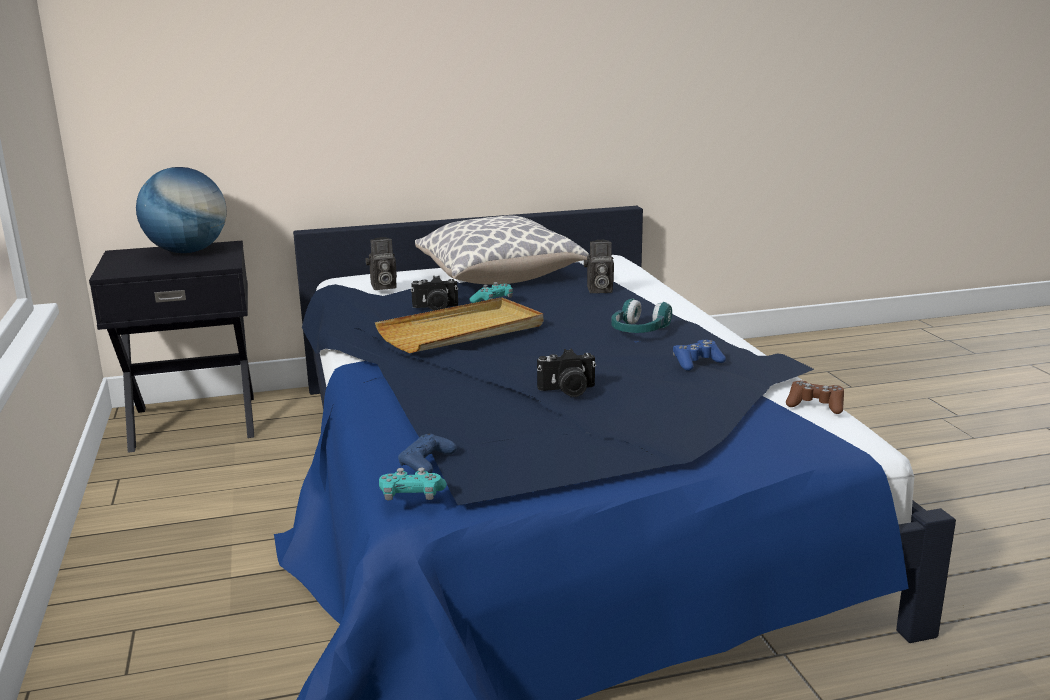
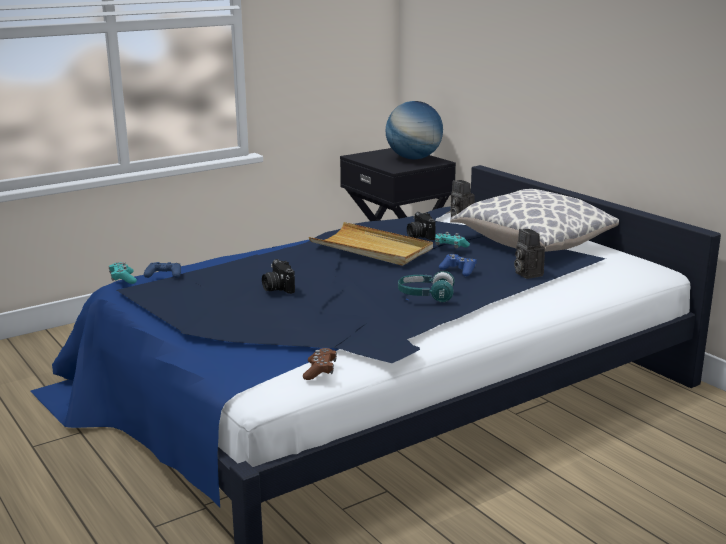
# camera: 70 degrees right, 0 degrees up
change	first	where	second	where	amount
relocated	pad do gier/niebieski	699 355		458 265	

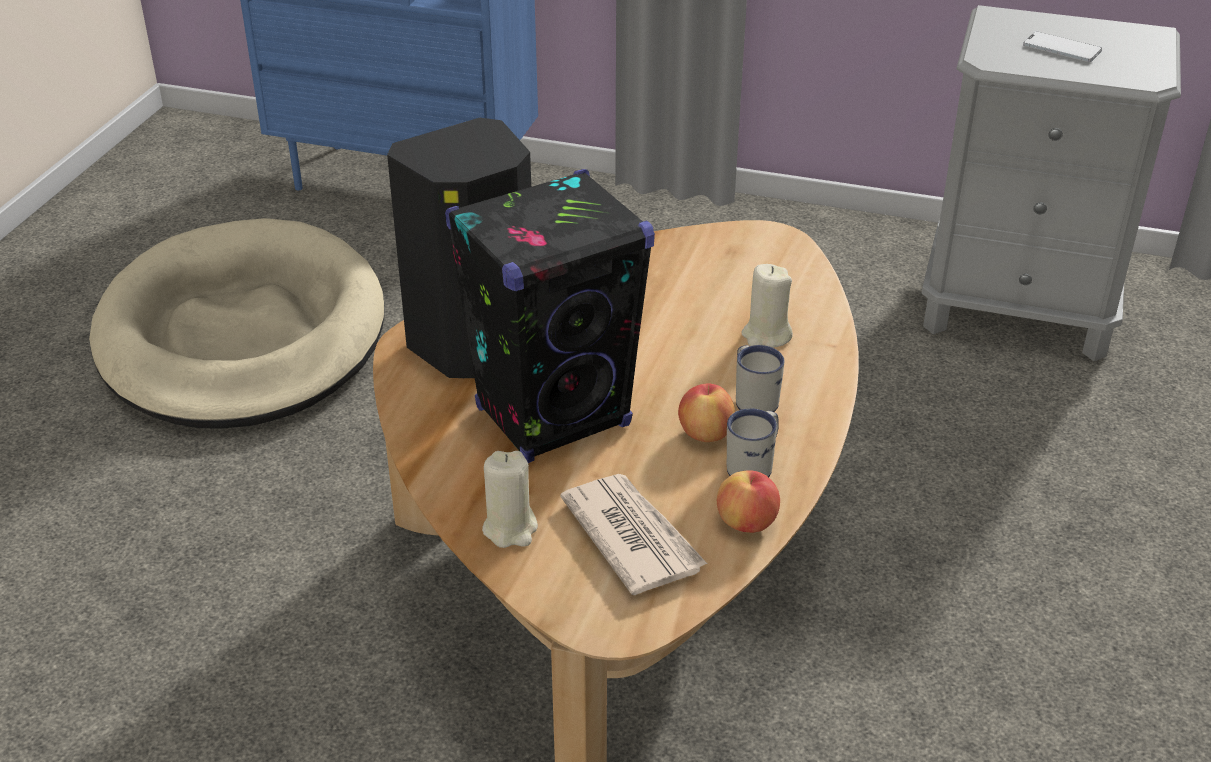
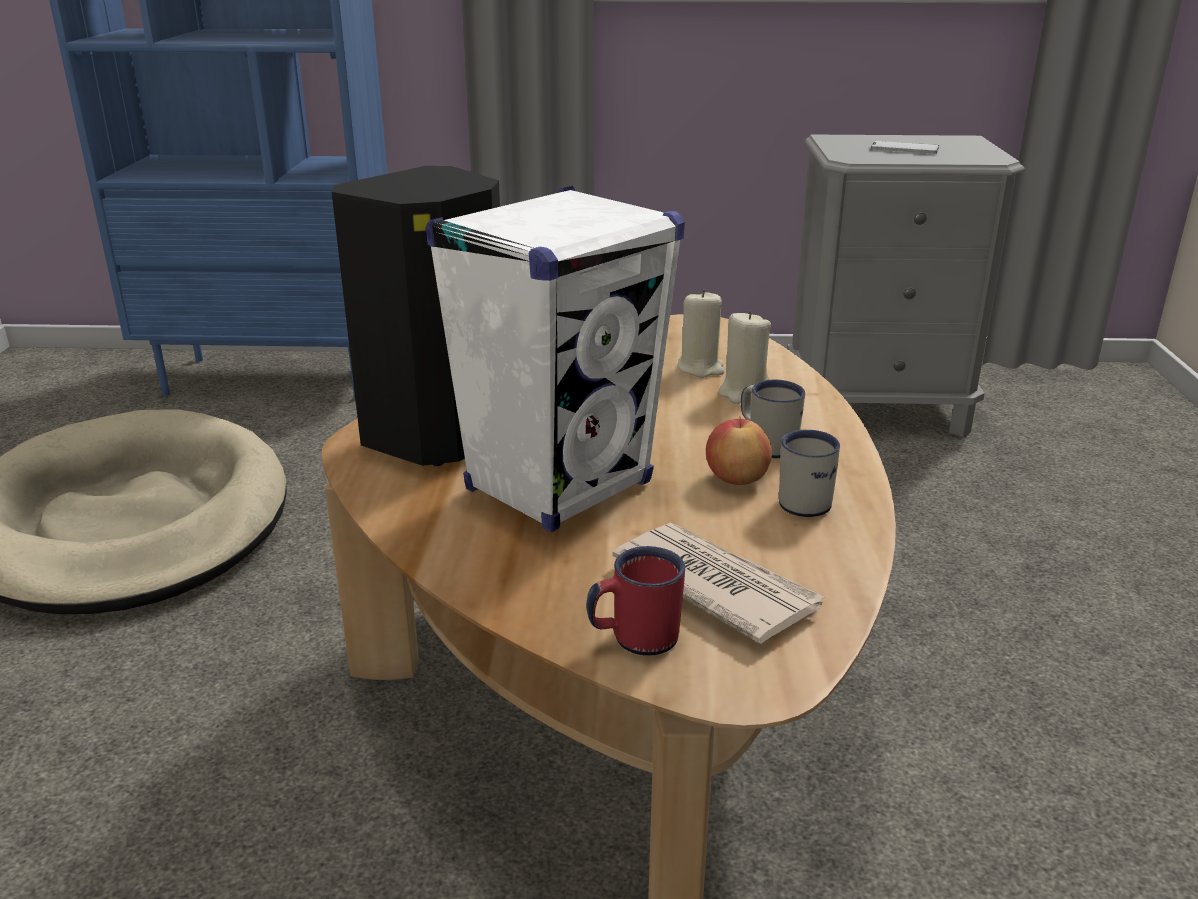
# camera: 15 degrees left, 10 degrees down
change	first	where	second	where	amount
colour	głośnik/czarny	550 316	głośnik/biały	555 359	
relocated	świeca/beżowy	510 499		701 333	
missing	jabłko	748 501			
appeared			kubek/czerwony	635 601	

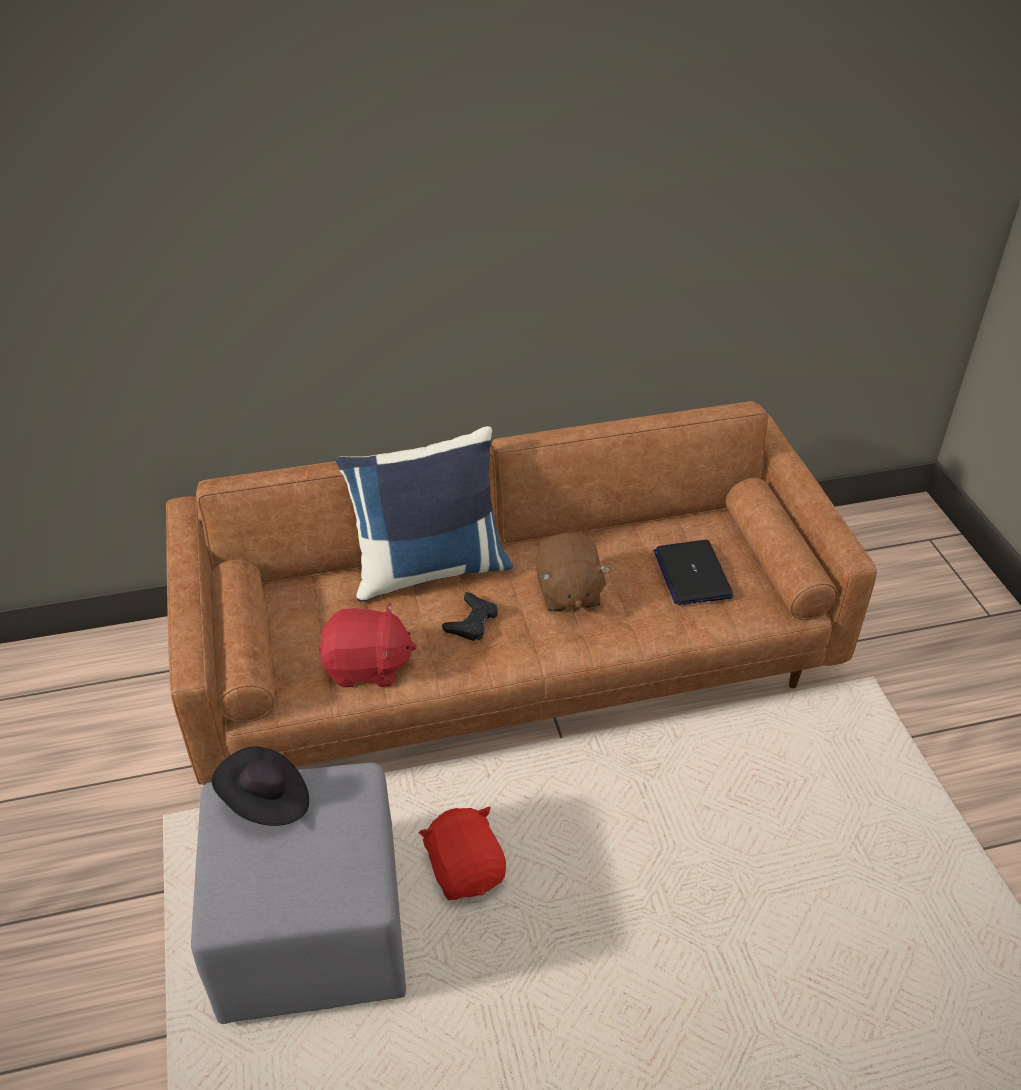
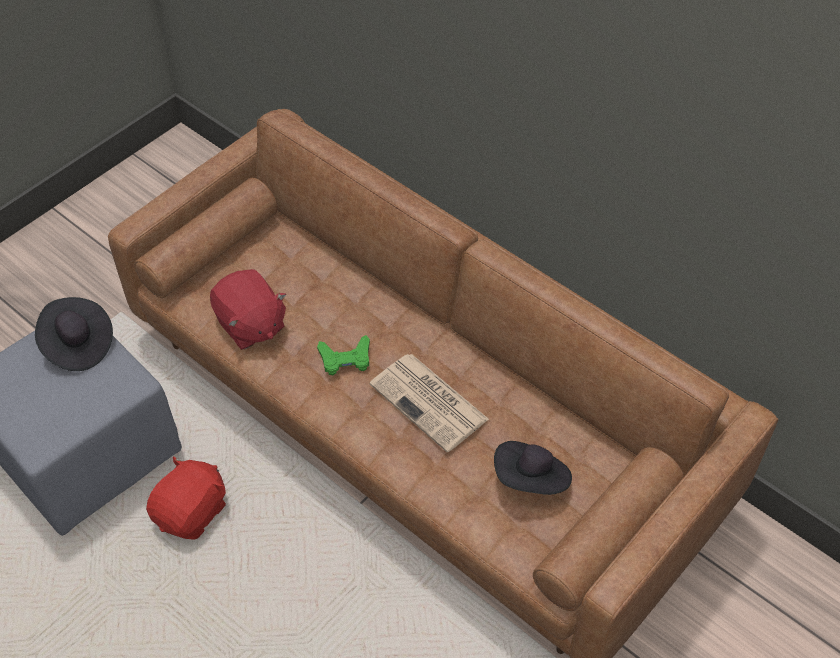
# camera: 55 degrees right, 10 degrees up
change	first	where	second	where	amount
missing	poduszka/niebieski	424 513			
exchanged	pluszak/brązowy	573 572	gazeta	429 403	
exchanged	laptop	693 572	kapelusz/czarny	533 468	
colour	pad do gier/czarny	470 616	pad do gier/zielony	343 355	

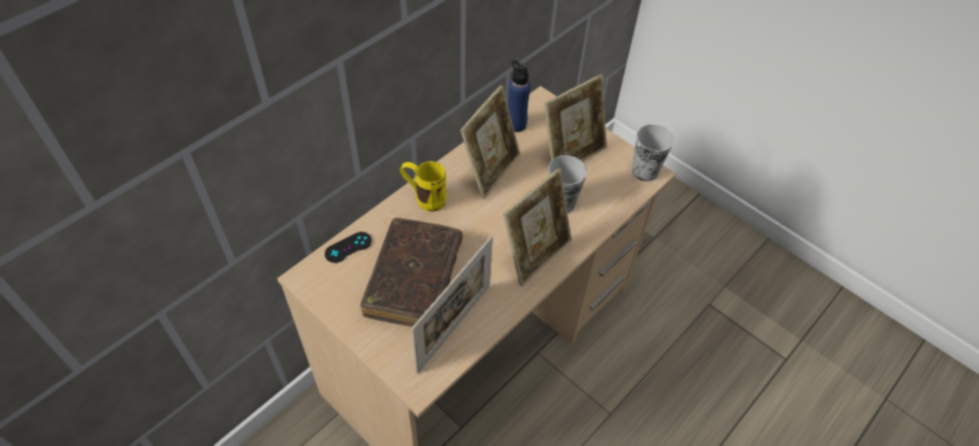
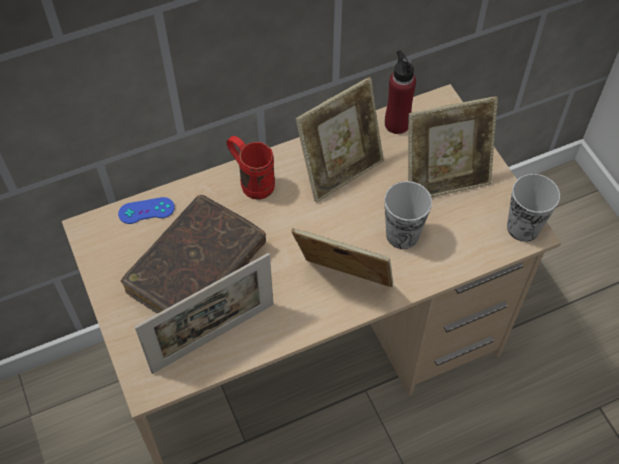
# camera: 25 degrees right, 5 degrees up
change	first	where	second	where	amount
colour	butelka/niebieski	519 96	butelka/czerwony	400 92	
colour	kubek/żółty	423 186	kubek/czerwony	250 168	
spun	ramka na zdjęcie	537 227		342 257	135 degrees counterclockwise
colour	pad do gier/czarny	348 247	pad do gier/niebieski	146 210	

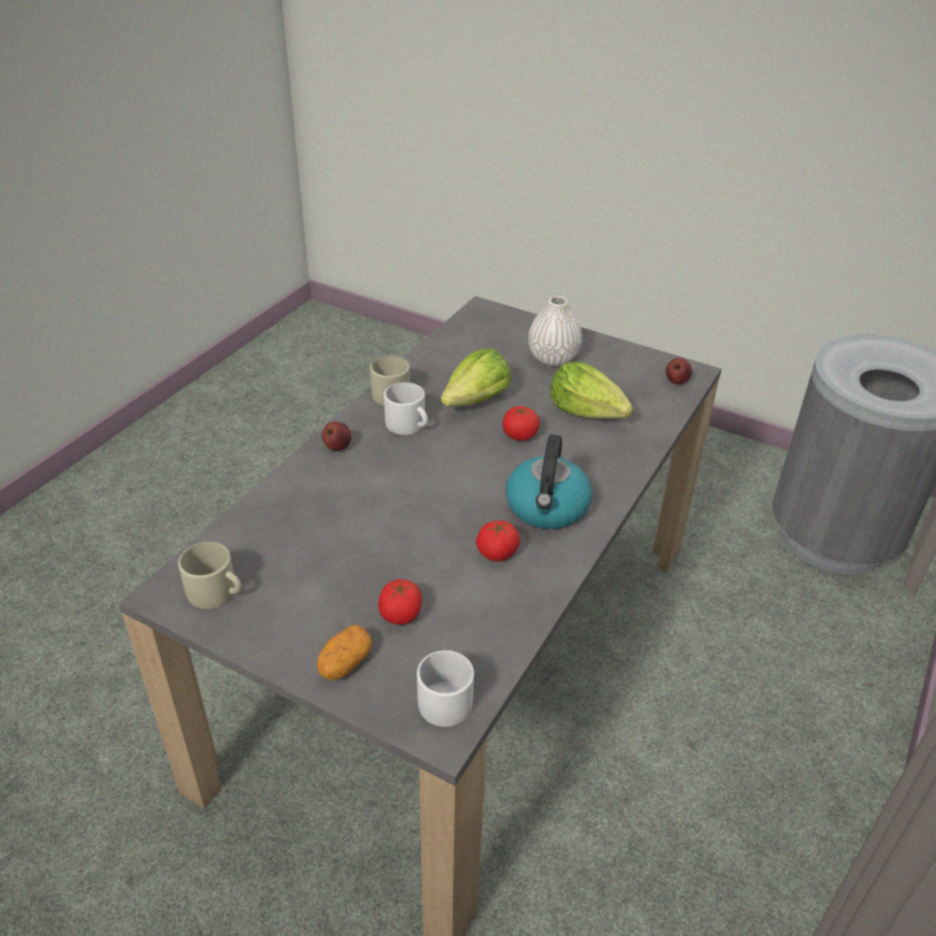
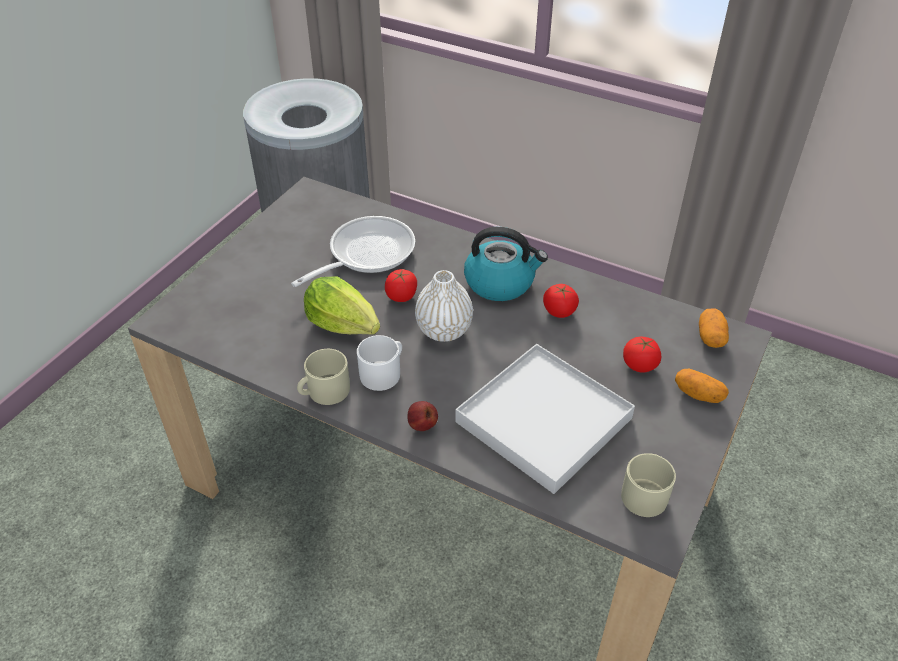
# camera: 90 degrees left, 5 degrees up
change	first	where	second	where	amount
relocated	wazon/biały	555 331		444 306	
missing	jabłko	679 371			
exchanged	sałata	591 390	patelnia	353 251	
exchanged	kubek/biały	445 688	ziemniak	714 328	
appeared			taca/biały	545 419	

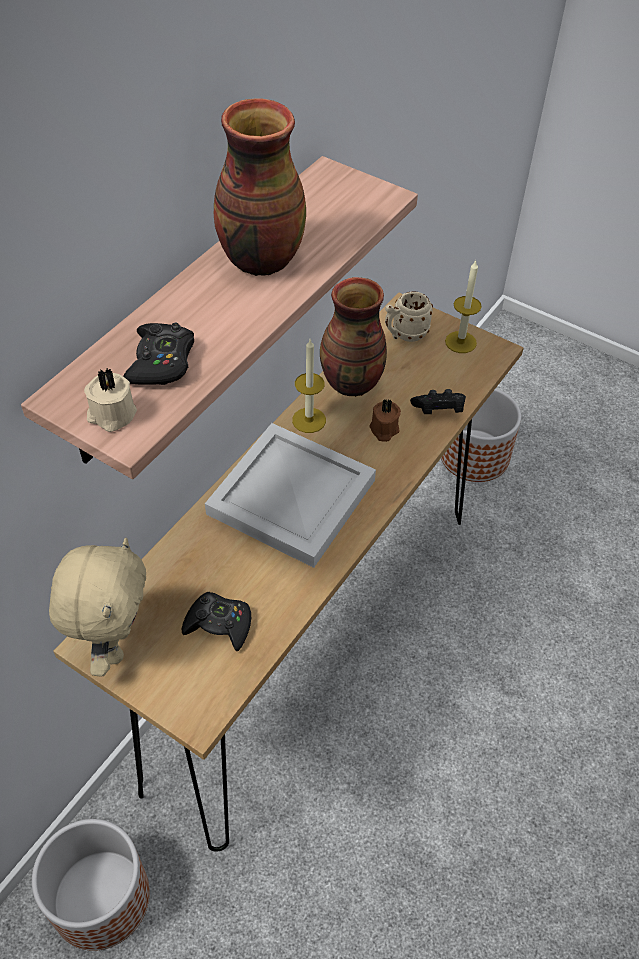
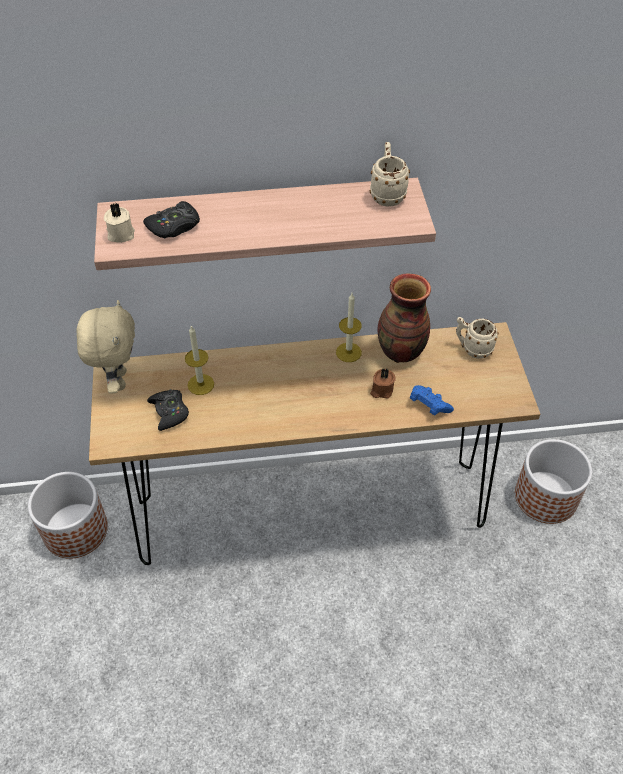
# camera: 50 degrees right, 0 degrees up
change	first	where	second	where	amount
missing	wazon	260 187			
relocated	świeca	463 306		199 360	
colour	pad do gier/czarny	438 401	pad do gier/niebieski	432 400	
missing	taca/biały	290 495			
spun	pluszak/beżowy	97 607		105 347	60 degrees counterclockwise
appeared			kubek/beżowy	390 174	

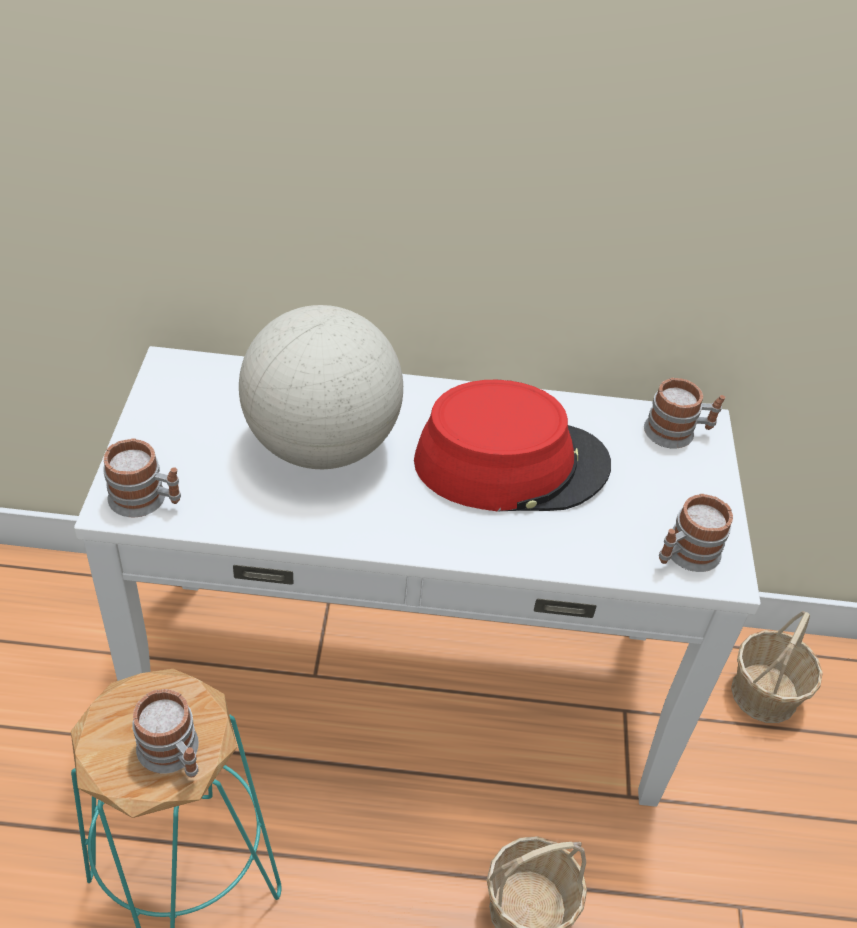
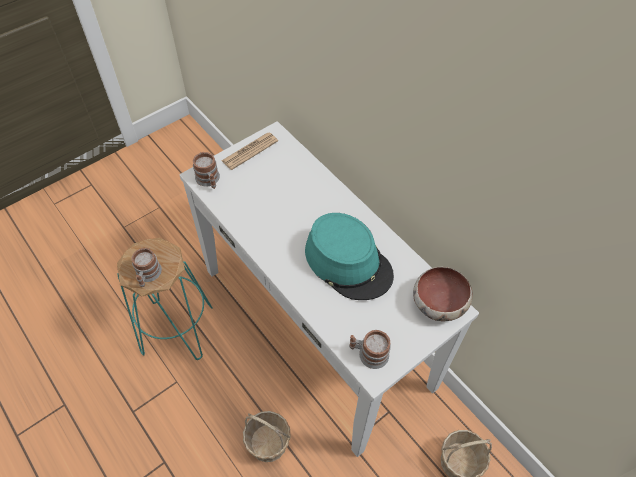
# camera: 50 degrees right, 10 degrees up
change	first	where	second	where	amount
missing	globus	321 387			
exchanged	kubek	684 413	miska	443 294	
colour	kapelusz/czerwony	512 445	kapelusz/turkusowy	349 256	
appeared			gazeta	250 151	

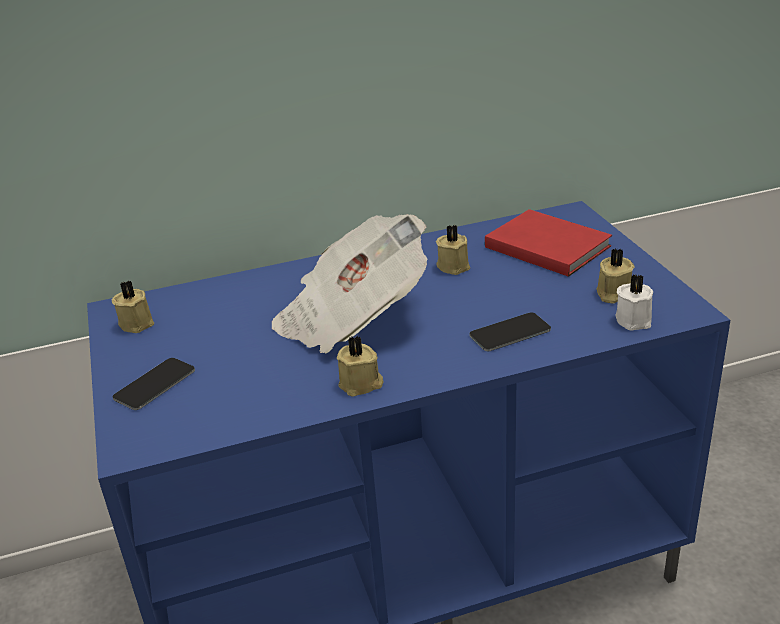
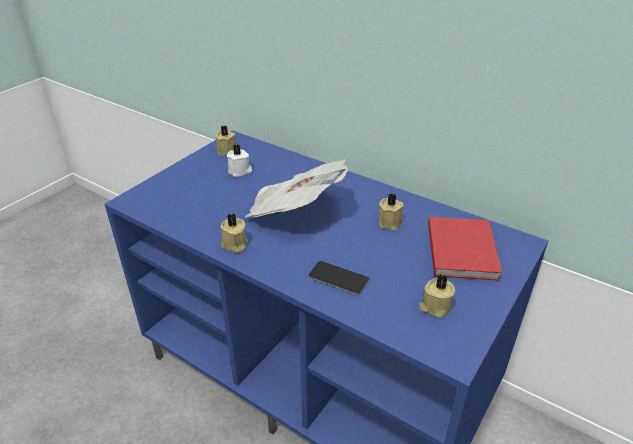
# camera: 50 degrees right, 5 degrees up
change	first	where	second	where	amount
relocated	świeca/biały	634 302		239 160	
missing	telefon	154 384			

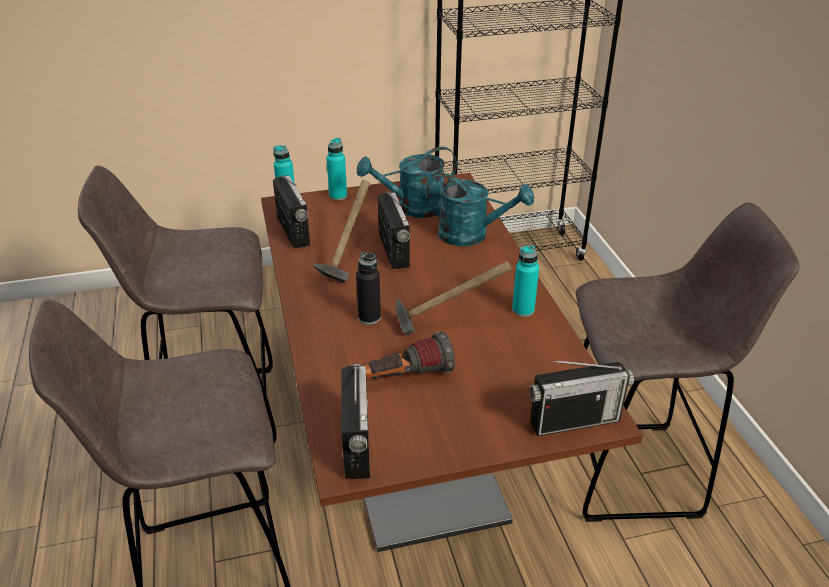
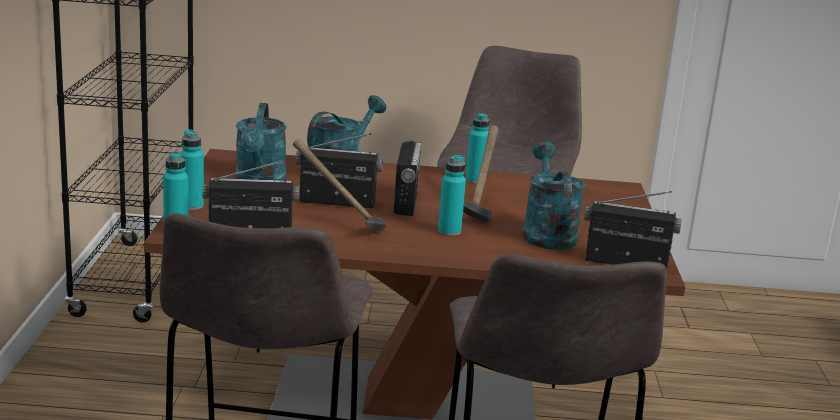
# camera: 75 degrees left, 15 degrees down
change	first	where	second	where	amount
colour	butelka/czarny	368 288	butelka/turkusowy	452 195	
exchanged	latarka	410 355	konewka/turkusowy	553 196	
relocated	radio	581 398		407 178	

